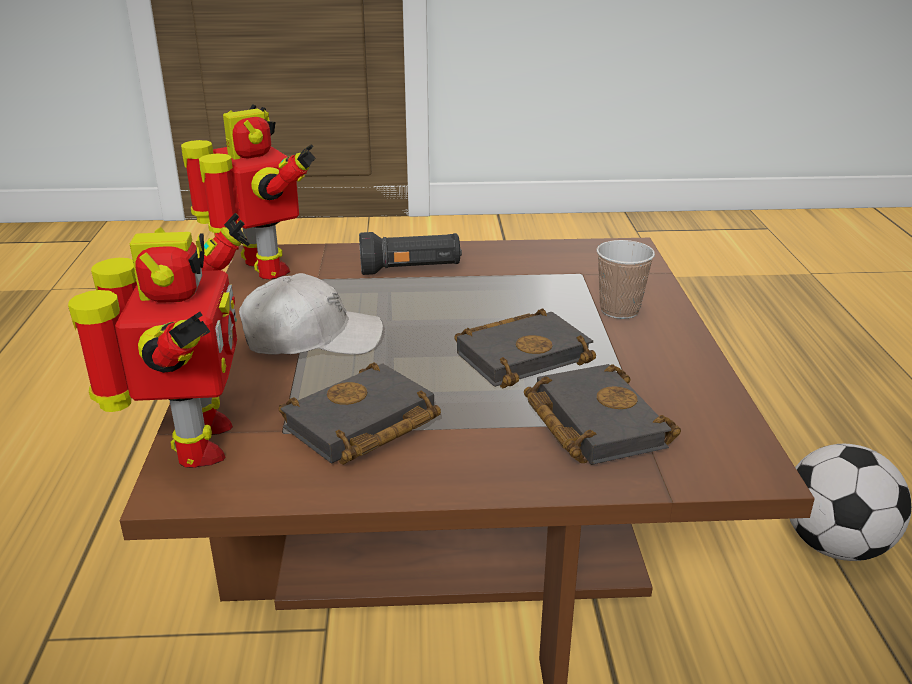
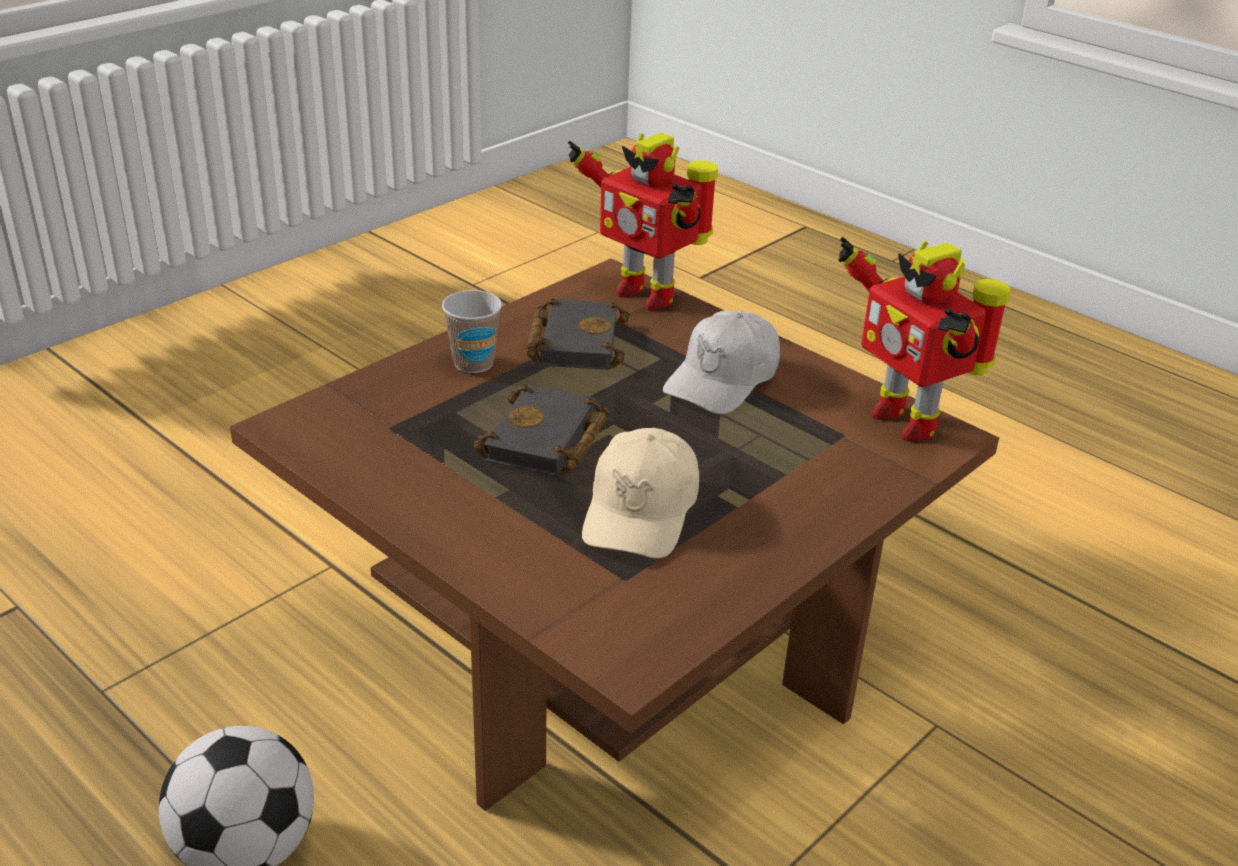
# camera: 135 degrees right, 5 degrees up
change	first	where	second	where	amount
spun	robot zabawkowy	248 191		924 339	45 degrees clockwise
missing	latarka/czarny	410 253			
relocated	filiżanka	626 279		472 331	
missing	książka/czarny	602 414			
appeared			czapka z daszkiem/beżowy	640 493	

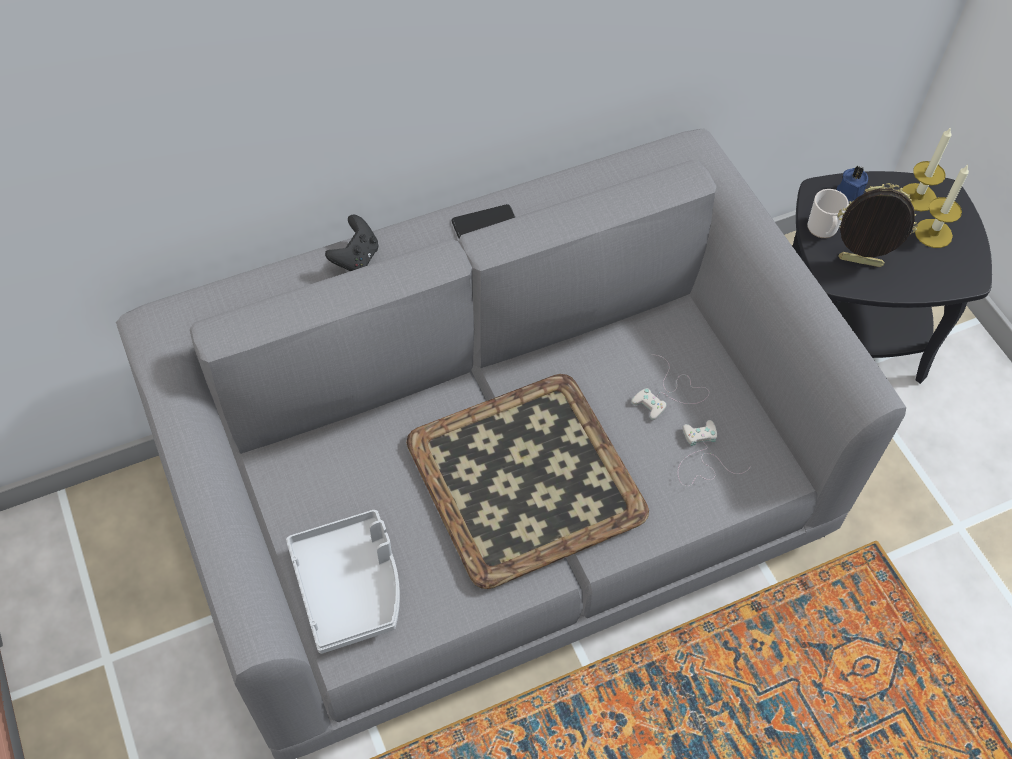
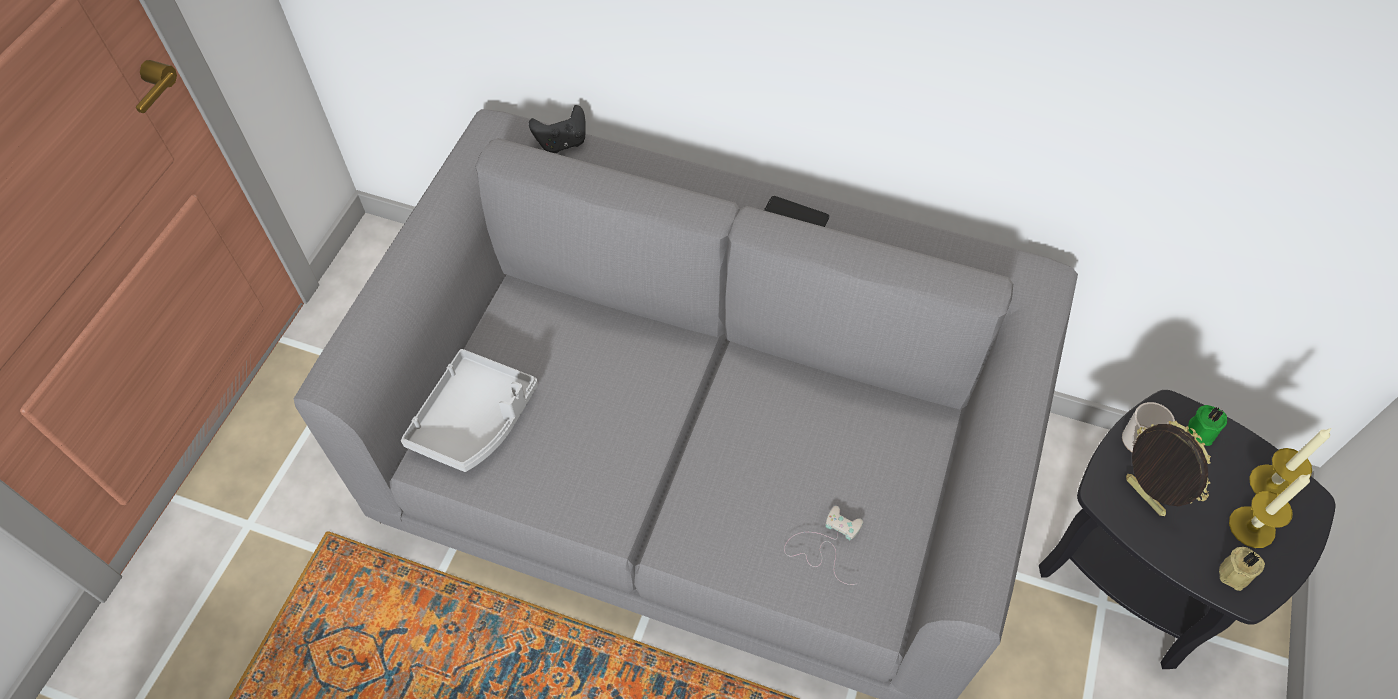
# camera: 45 degrees right, 0 degrees up
change	first	where	second	where	amount
colour	świeca/niebieski	852 184	świeca/zielony	1207 425	
relocated	pad do gier/czarny	351 243		557 129	
missing	pad do gier/biały	670 387			
missing	taca	527 481			
appeared			świeca/beżowy	1242 569	

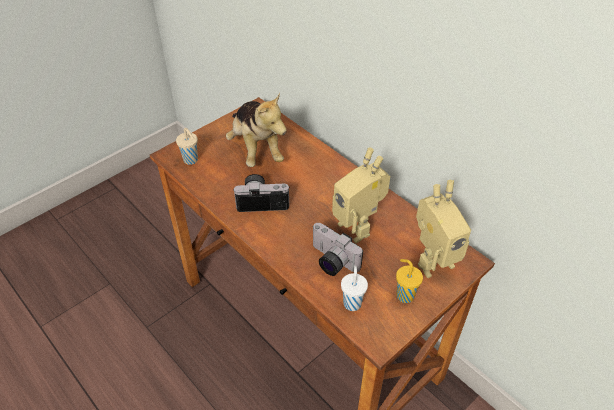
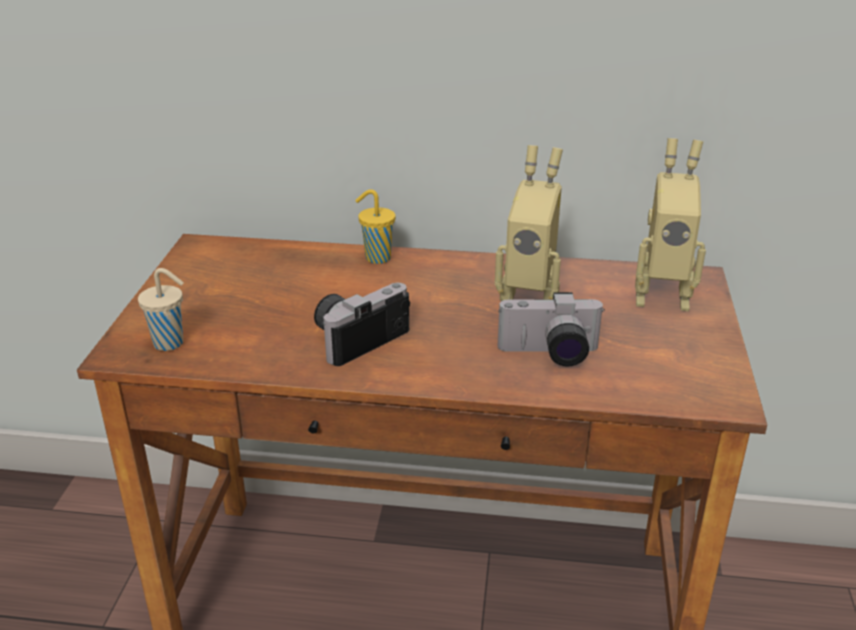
# camera: 40 degrees left, 15 degrees down
change	first	where	second	where	amount
missing	pluszak	256 130			
spun	robot zabawkowy	443 229		670 224	75 degrees clockwise
relocated	filiżanka/żółty	409 281		375 226	
missing	filiżanka/biały	354 288			

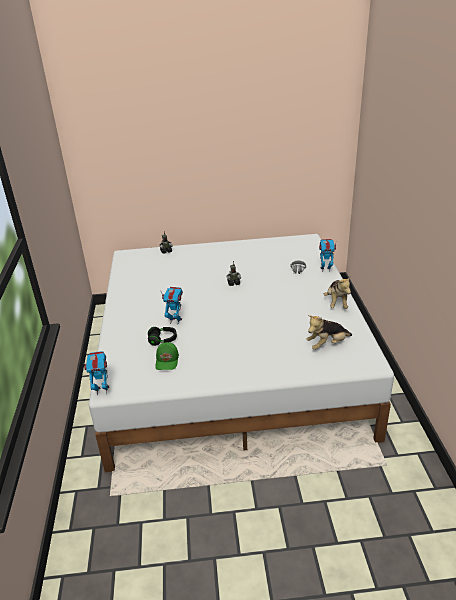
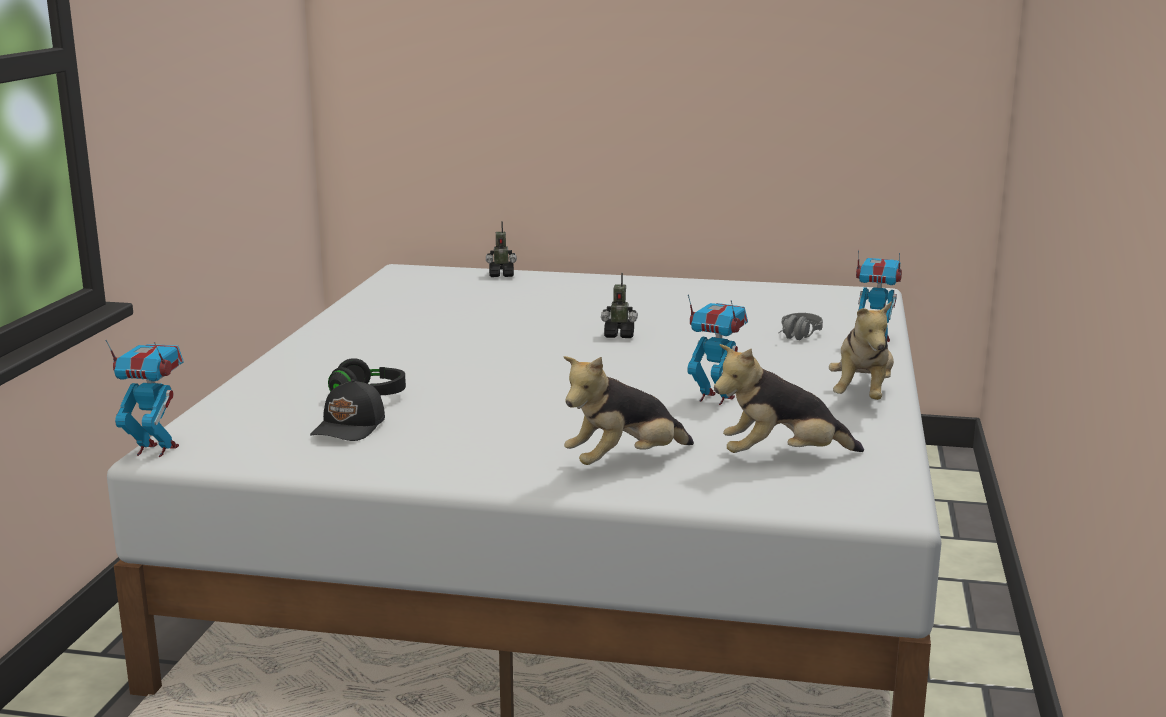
# camera: 15 degrees right, 15 degrees down
change	first	where	second	where	amount
relocated	robot zabawkowy	172 305		717 349	
colour	czapka z daszkiem/zielony	167 356	czapka z daszkiem/czarny	347 410	
appeared			pluszak	629 410	

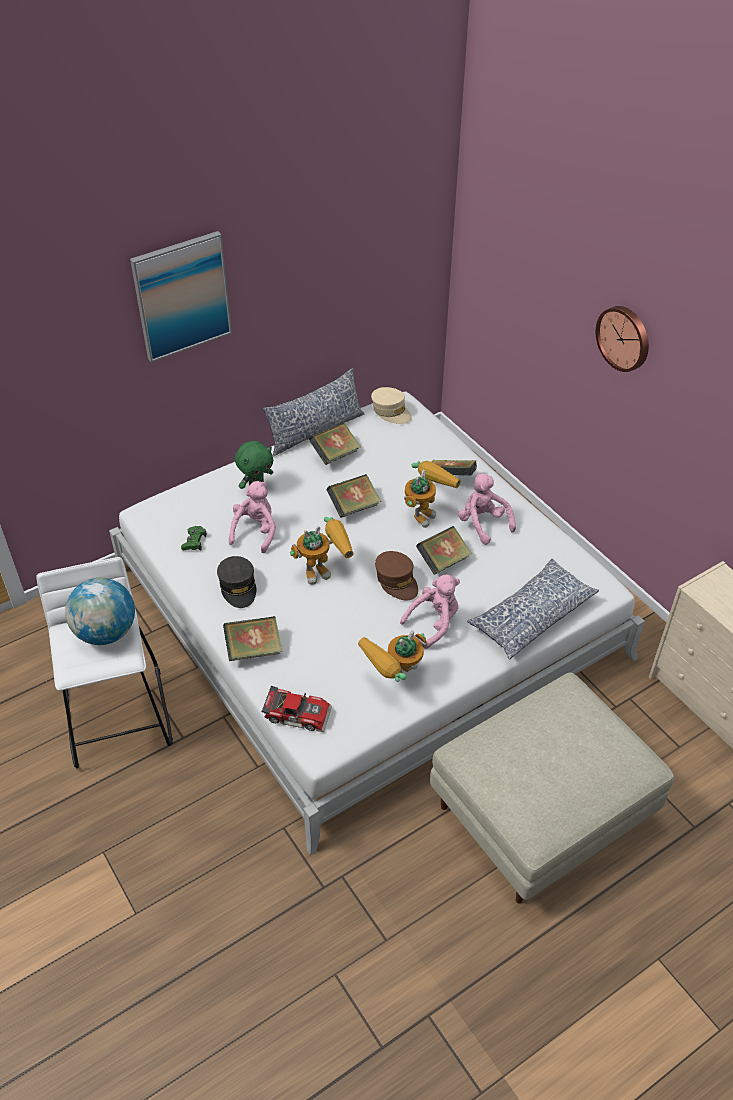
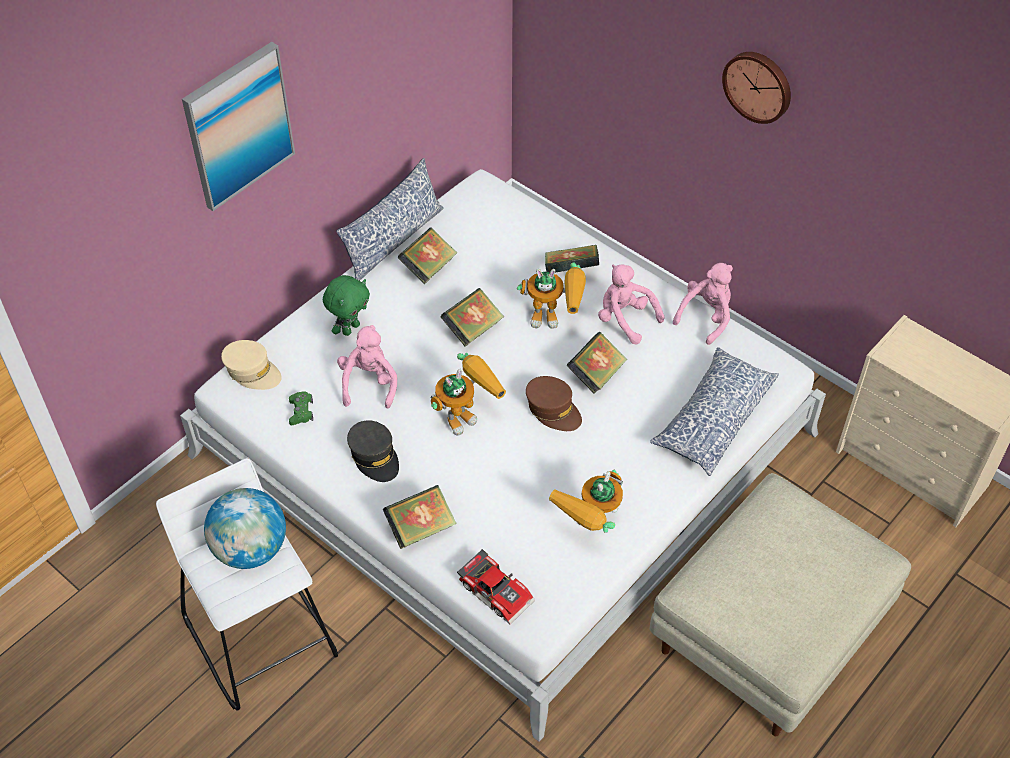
# camera: 15 degrees left, 5 degrees up
change	first	where	second	where	amount
relocated	czapka z daszkiem/beżowy	391 405		251 365	
spun	robot zabawkowy	432 494		551 295	75 degrees clockwise
relocated	pluszak/różowy	430 611		703 304	
spun	samochodzik	296 709		496 586	45 degrees clockwise

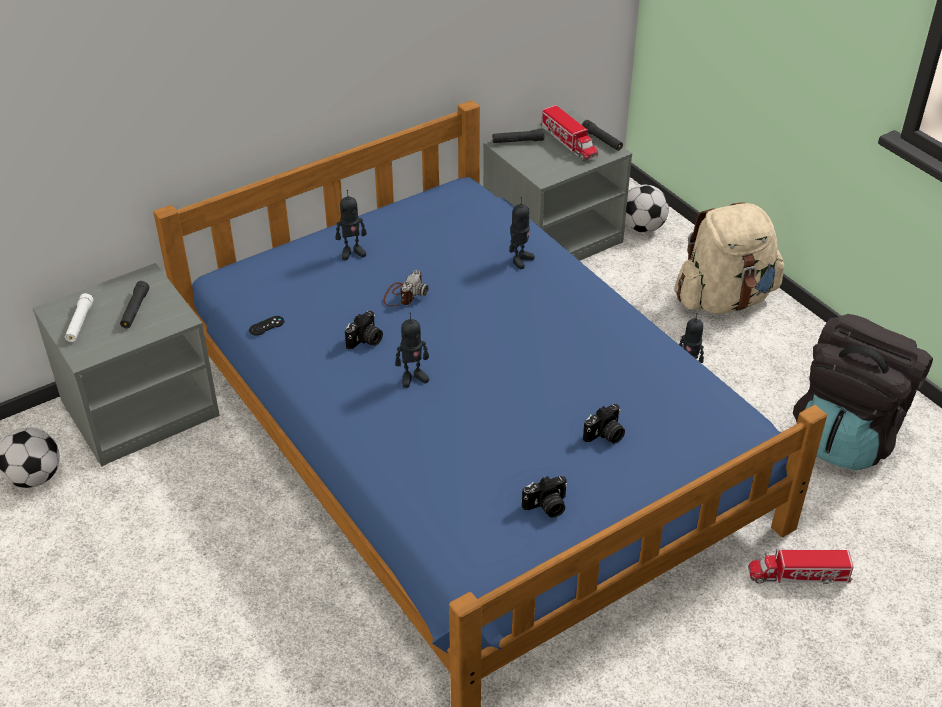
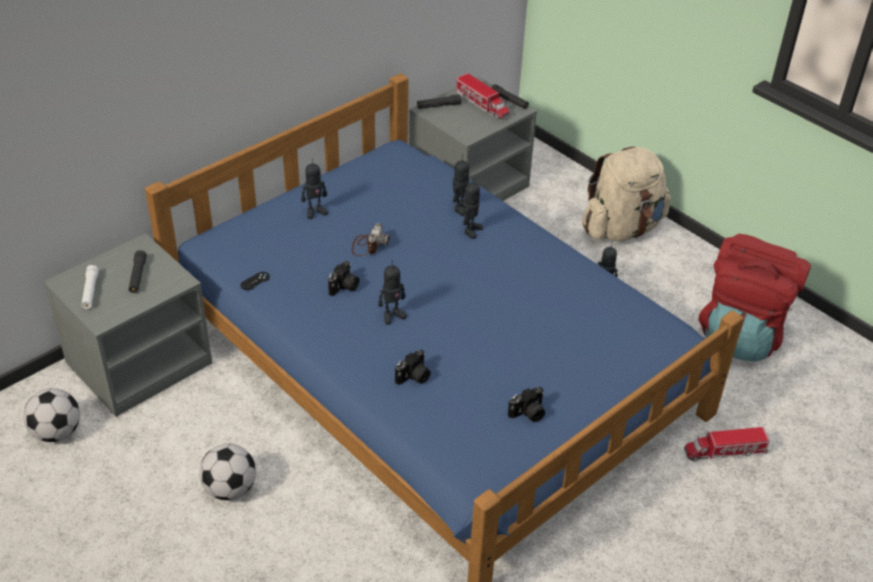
# camera: 10 degrees left, 0 degrees up
change	first	where	second	where	amount
relocated	piłka futbolowa	647 209		227 472	
colour	plecak/czarny	863 392	plecak/czerwony	754 298	
relocated	aparat fotograficzny	604 424		413 367	
appeared			robot zabawkowy	473 208	

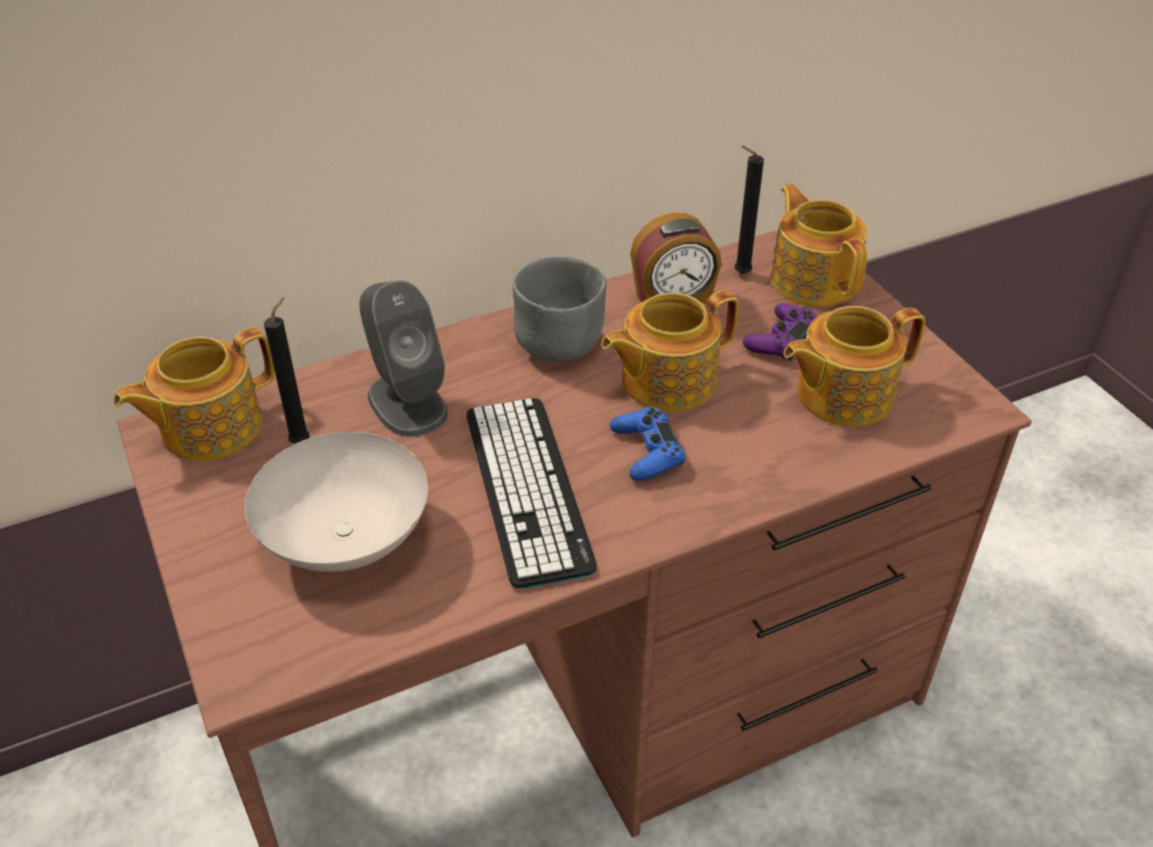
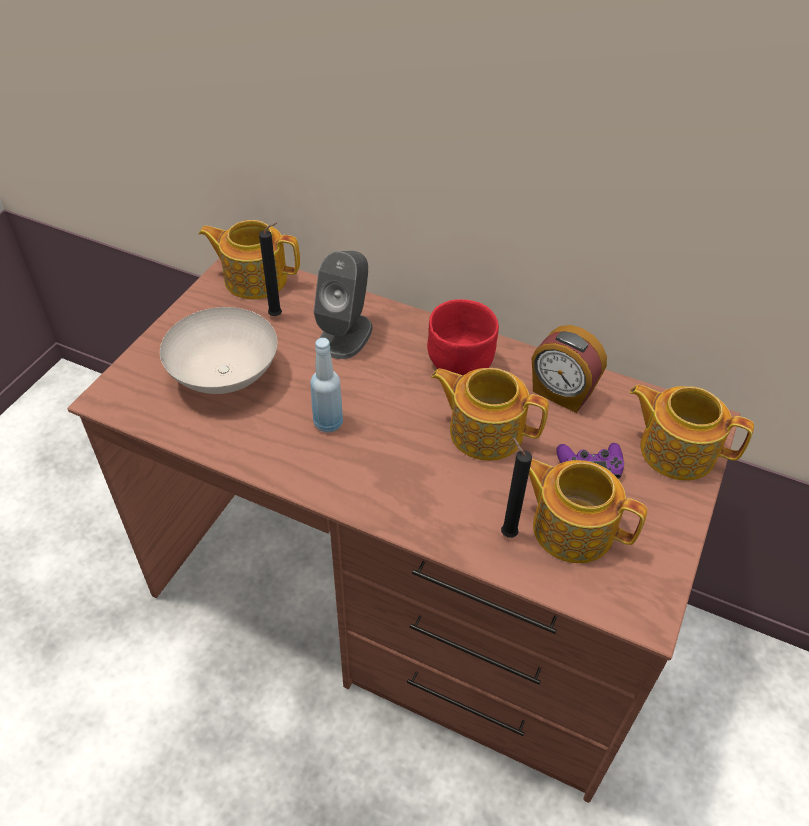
# camera: 50 degrees right, 5 degrees up
change	first	where	second	where	amount
relocated	świeca/czarny	749 210		516 487	
spun	imbryk	819 245		691 432	90 degrees counterclockwise
colour	miska/szary	559 309	miska/czerwony	463 337	
exchanged	klawiatura	532 493	butelka/niebieski	326 385	
missing	pad do gier/niebieski	647 444			

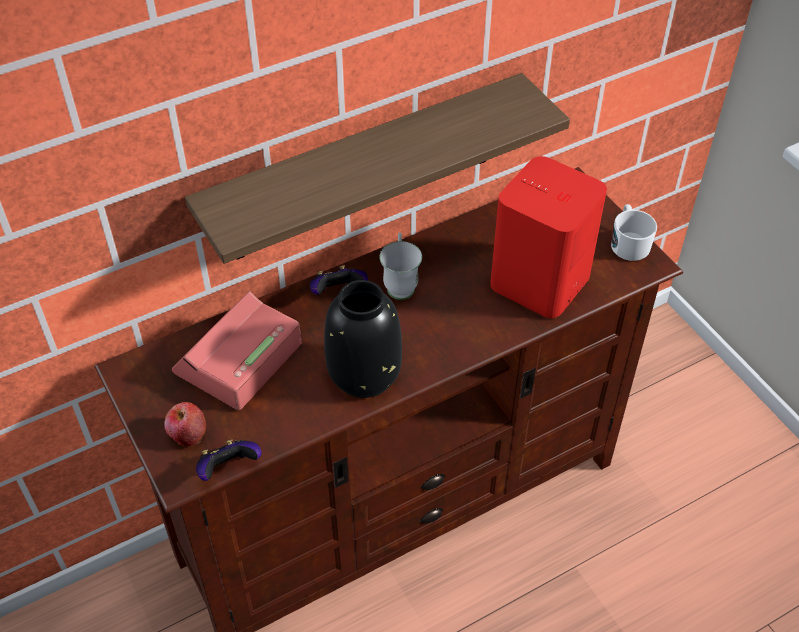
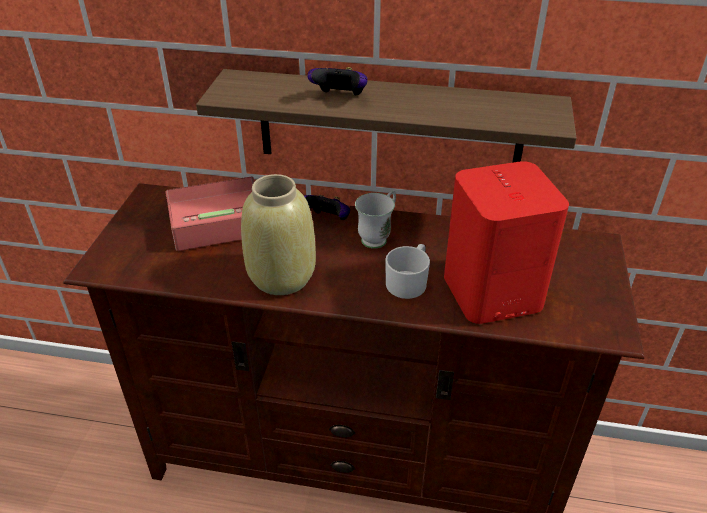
# camera: 40 degrees right, 10 degrees down
change	first	where	second	where	amount
relocated	kubek/biały	634 232		407 271	
colour	wazon/czarny	363 339	wazon/beżowy	278 234	
missing	jabłko	185 424			
relocated	pad do gier	229 460		337 81	

